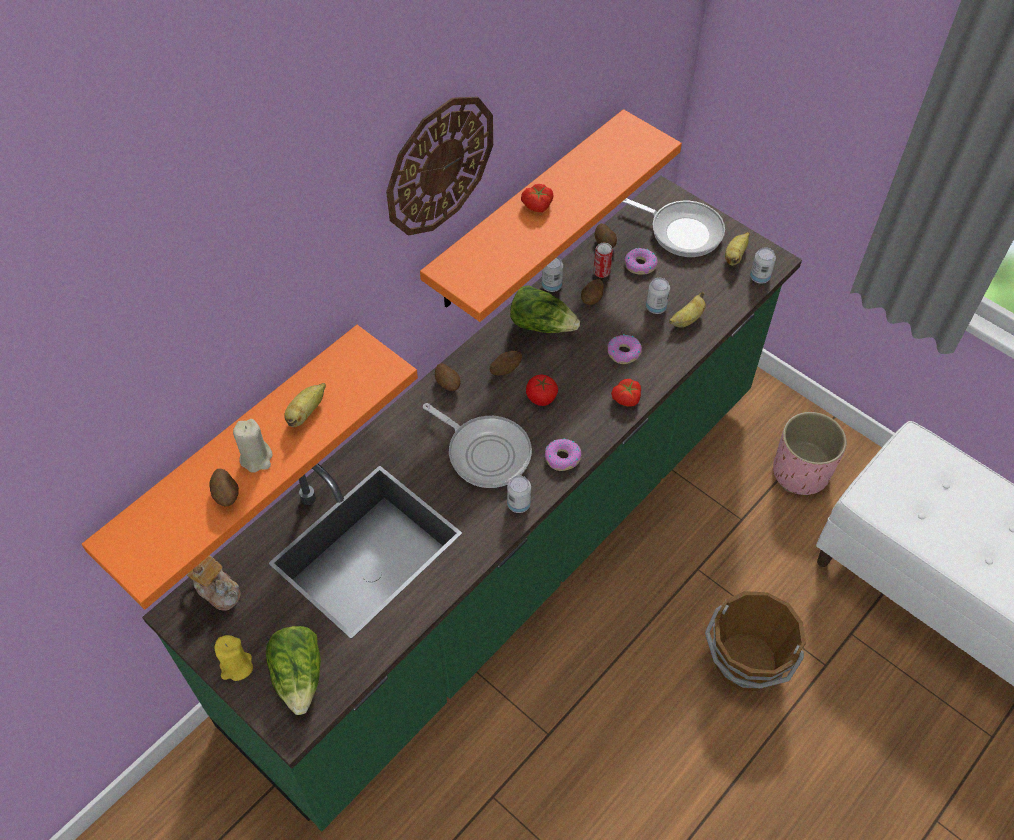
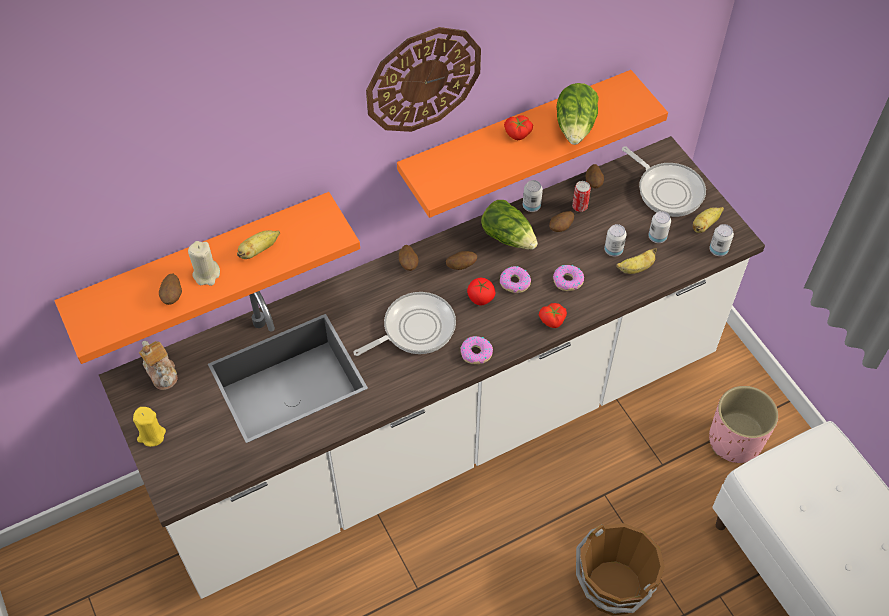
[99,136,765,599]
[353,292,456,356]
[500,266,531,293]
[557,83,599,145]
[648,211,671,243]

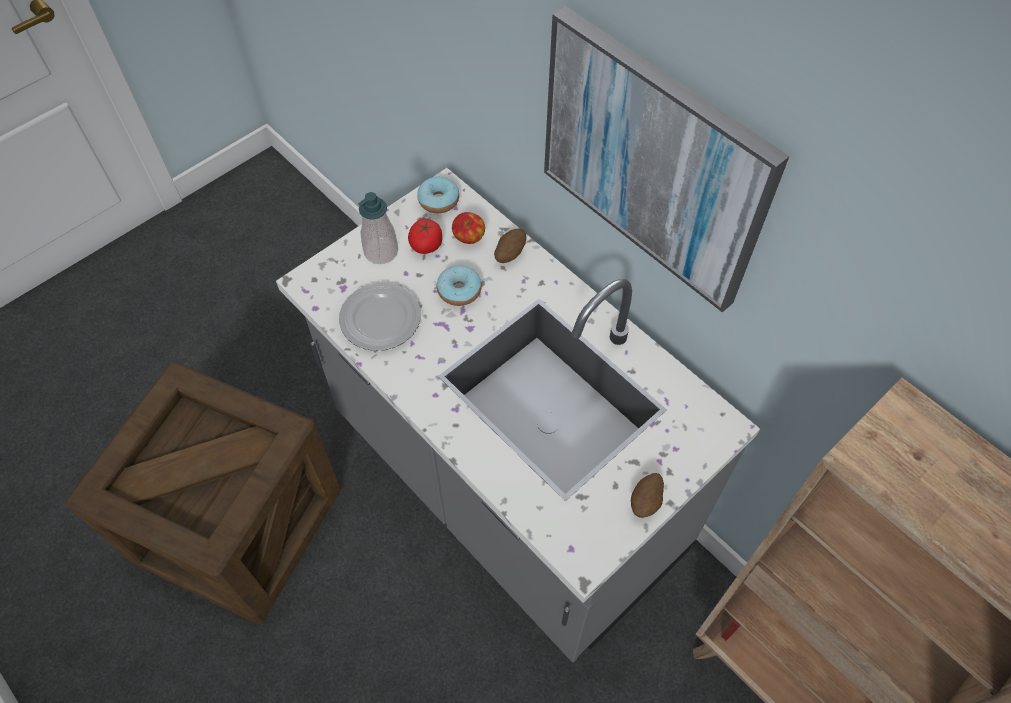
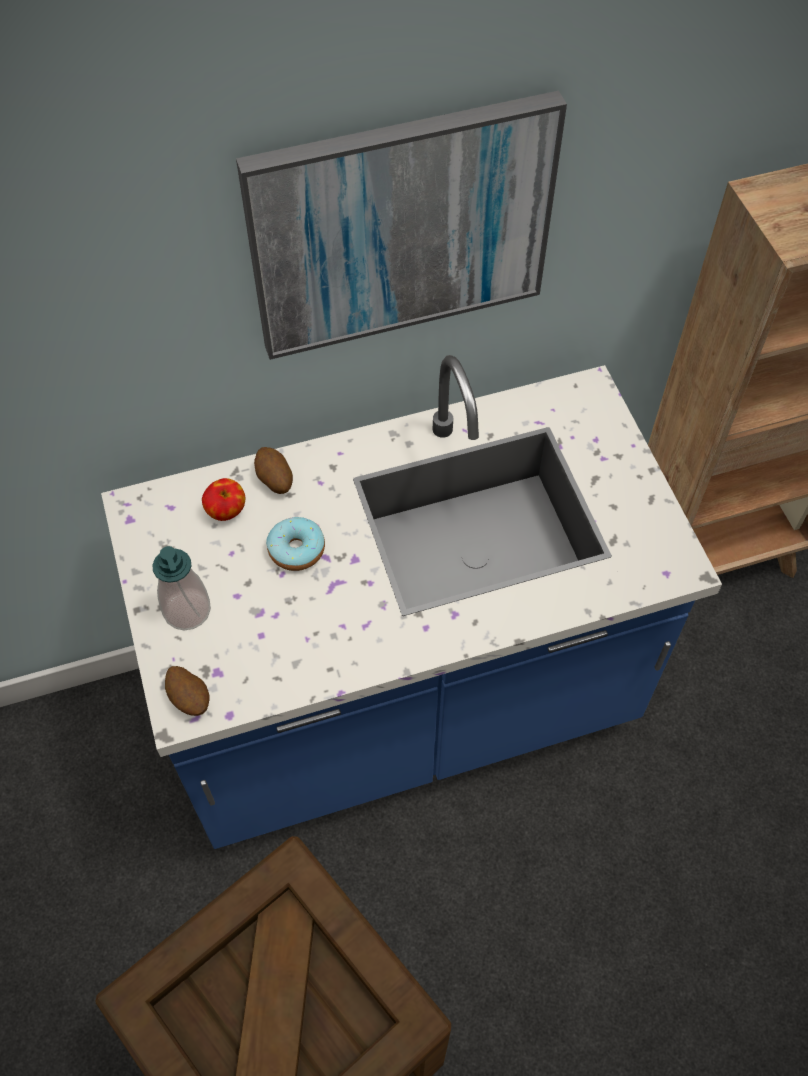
[101,355,722,849]
[165,666,210,716]
[339,283,421,351] (first image)
[408,219,442,254] (first image)
[417,176,459,213] (first image)

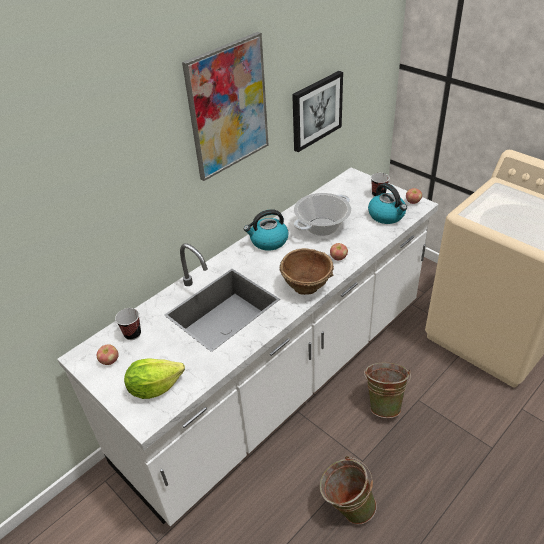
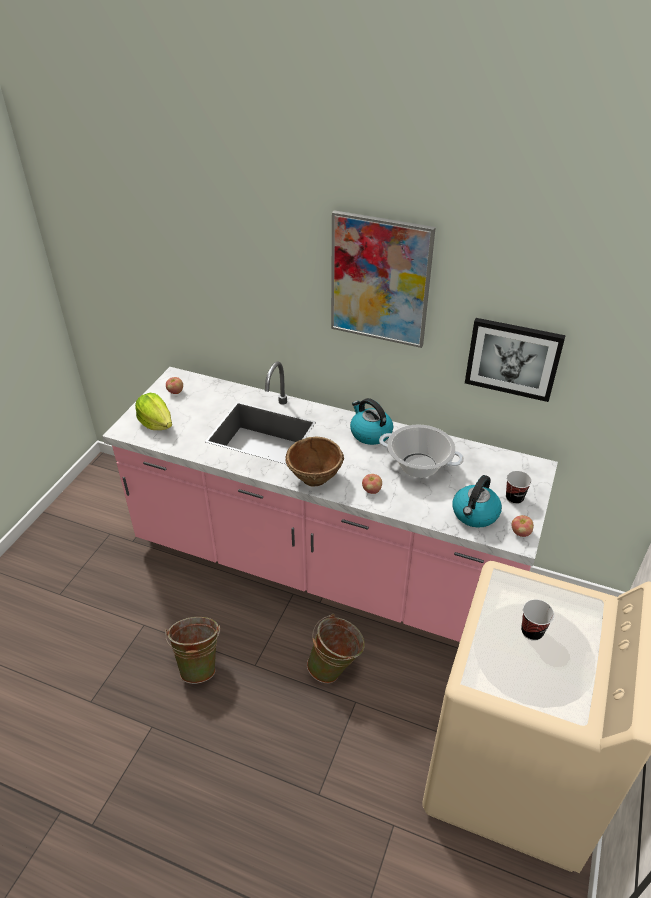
[102,362,558,642]
[521,599,554,641]

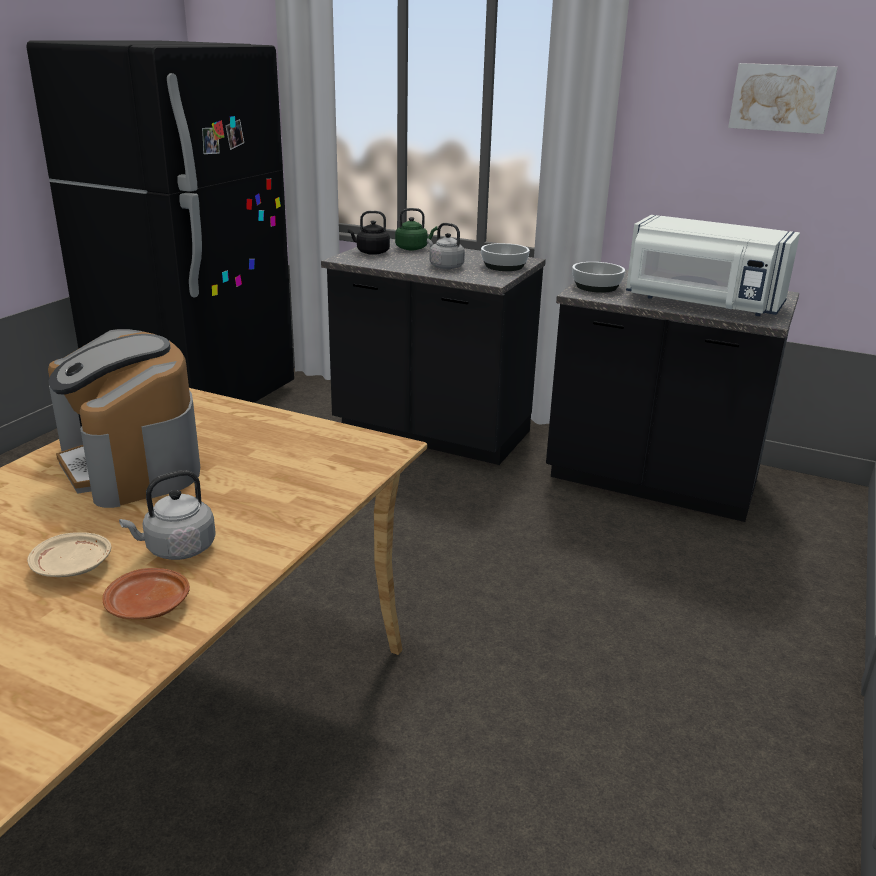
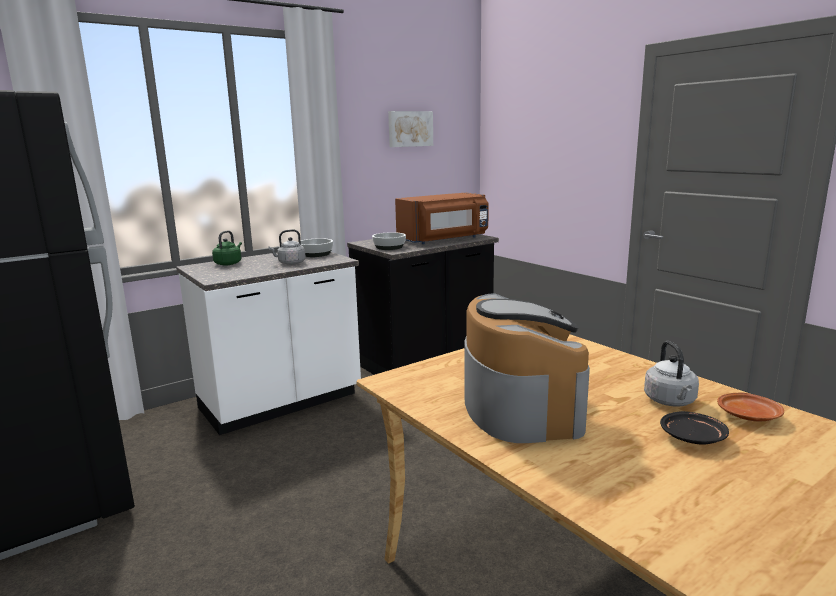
[176,252,361,435]
[395,192,489,244]
[464,293,590,443]
[660,411,729,445]
[348,211,390,255] (first image)

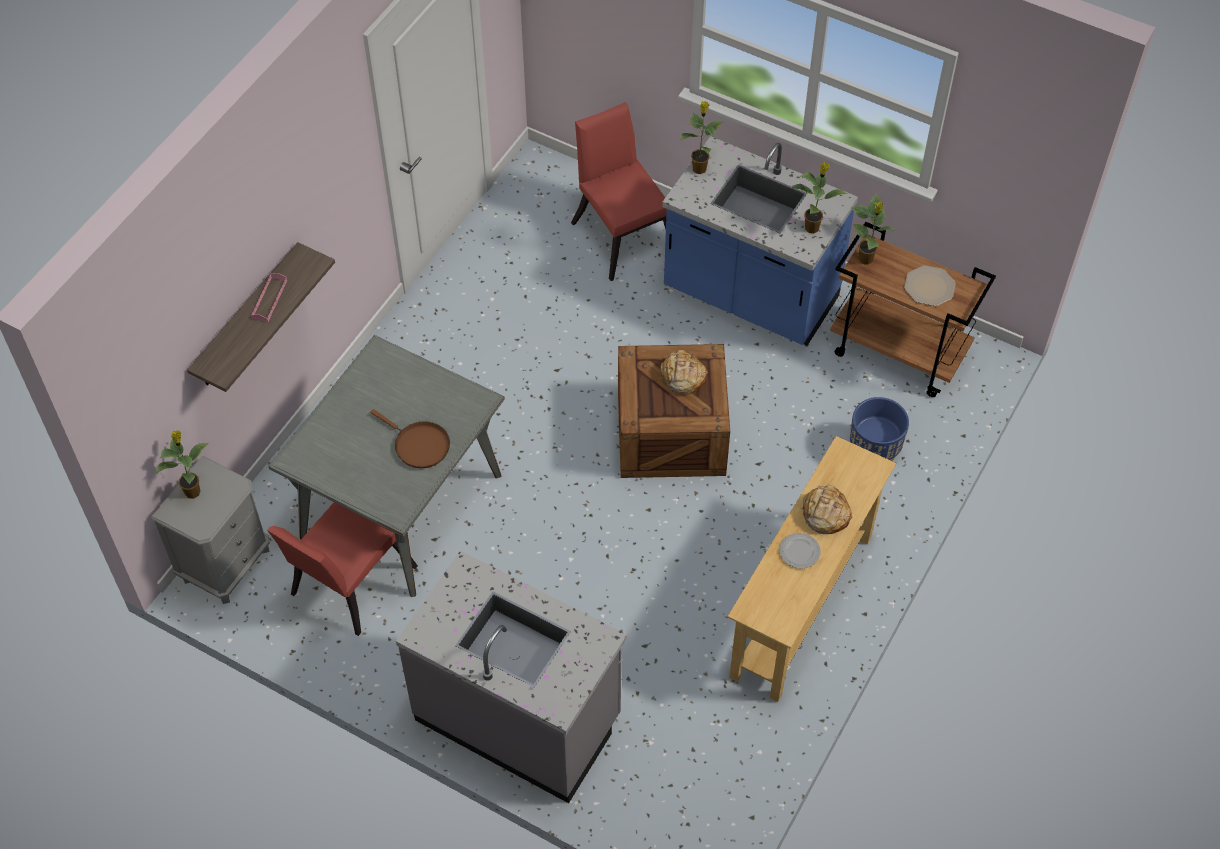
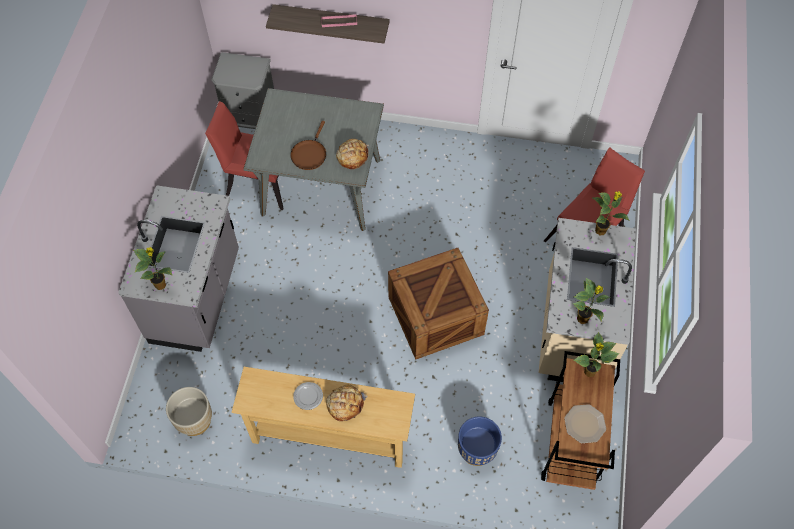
[133,247,172,290]
[166,387,212,436]
[336,139,369,169]
[539,218,636,382]

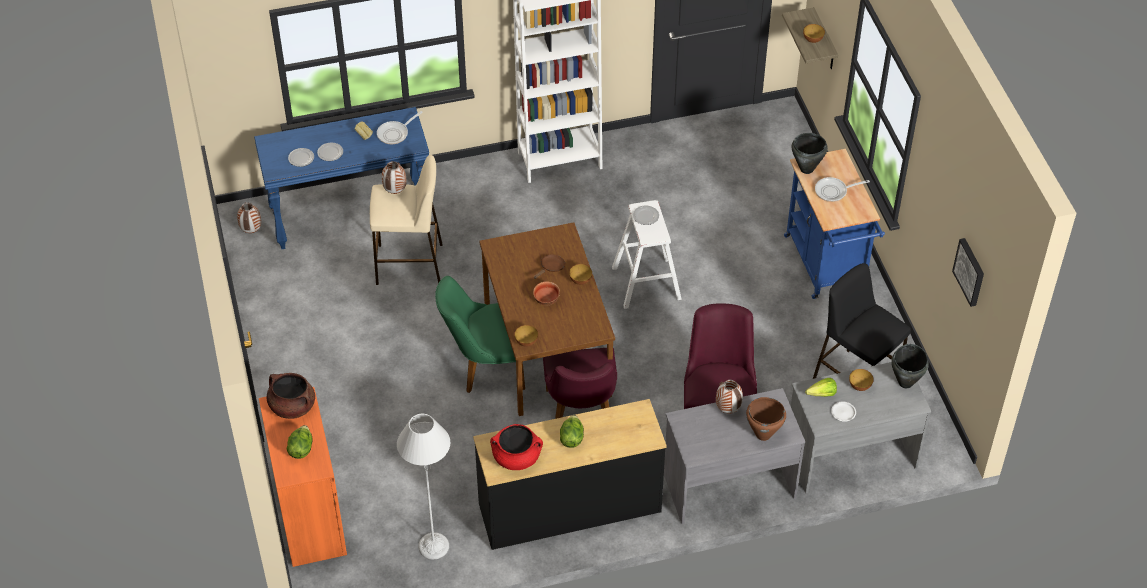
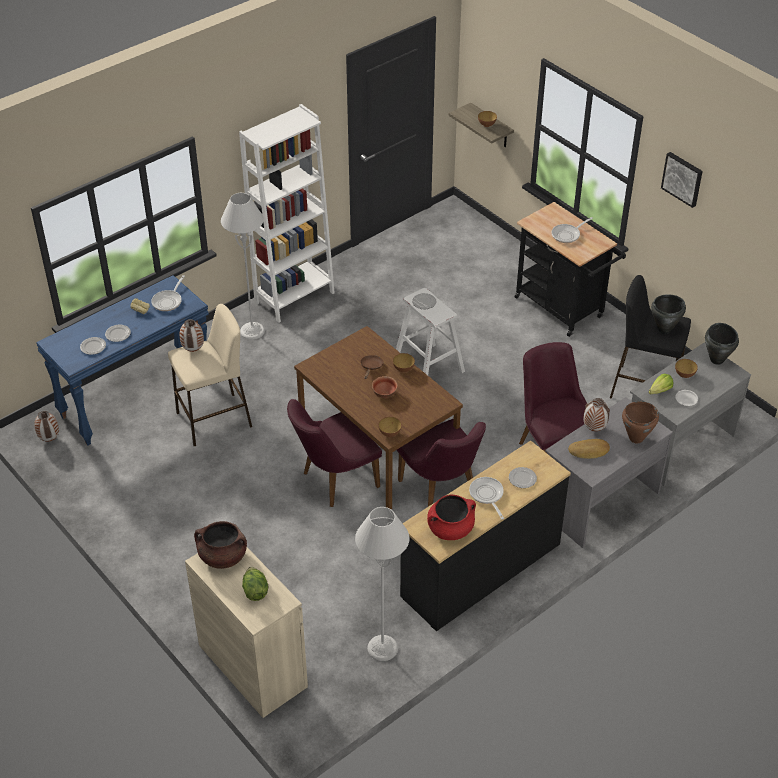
[185,547,308,718]
[221,193,265,340]
[287,399,382,507]
[469,477,504,520]
[509,467,537,488]
[515,202,626,337]
[568,439,610,459]
[651,294,686,334]
[661,152,703,208]

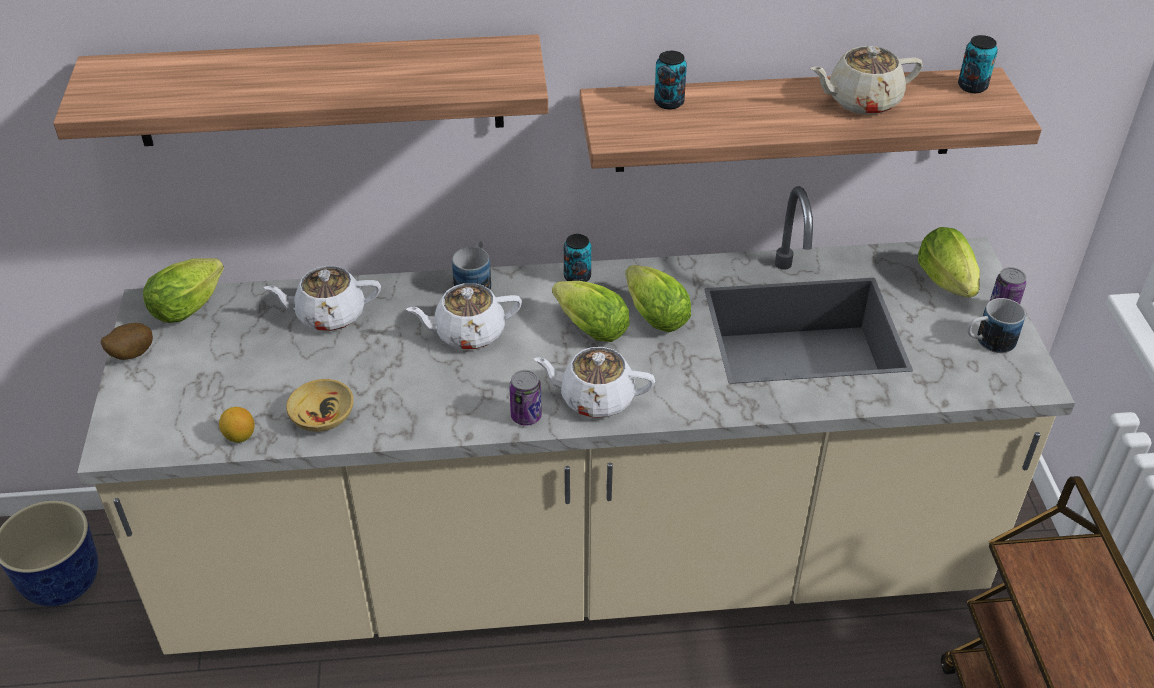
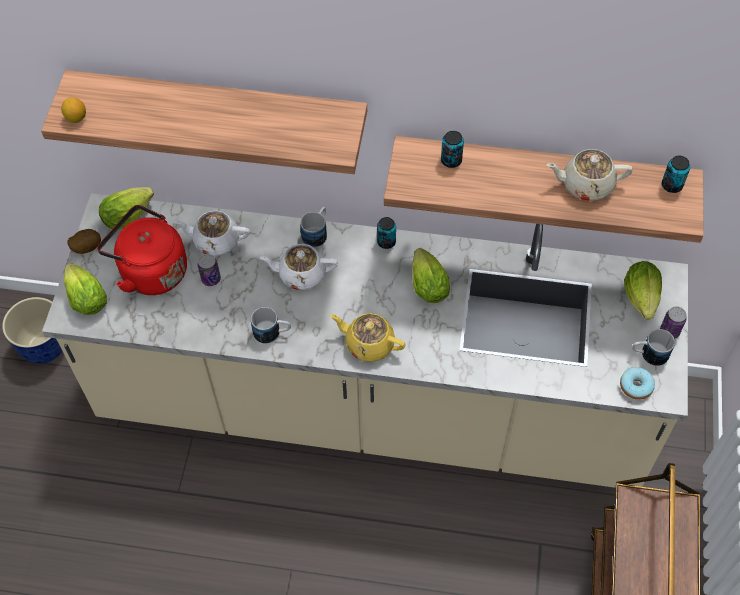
[61,98,86,123]
[64,263,107,315]
[97,205,187,295]
[198,254,221,286]
[251,307,291,344]
[330,313,405,362]
[620,367,655,400]
[286,379,354,432] (first image)

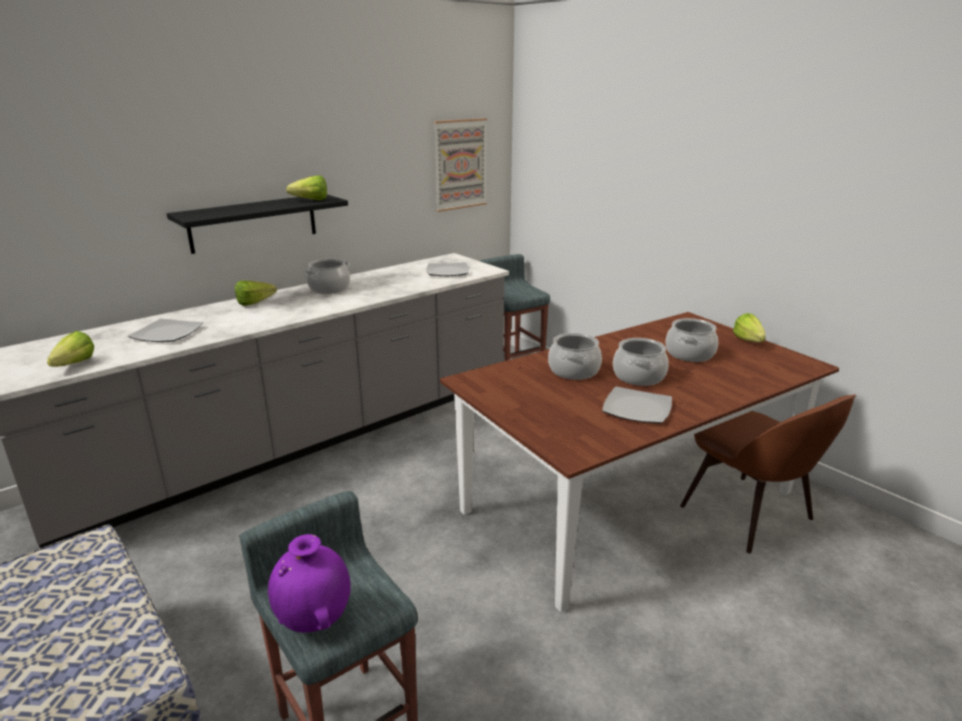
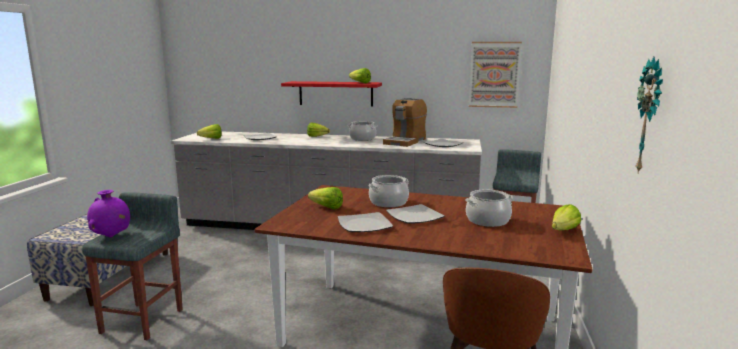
[281,81,382,106]
[308,187,343,210]
[383,98,427,147]
[386,204,445,224]
[635,57,663,172]

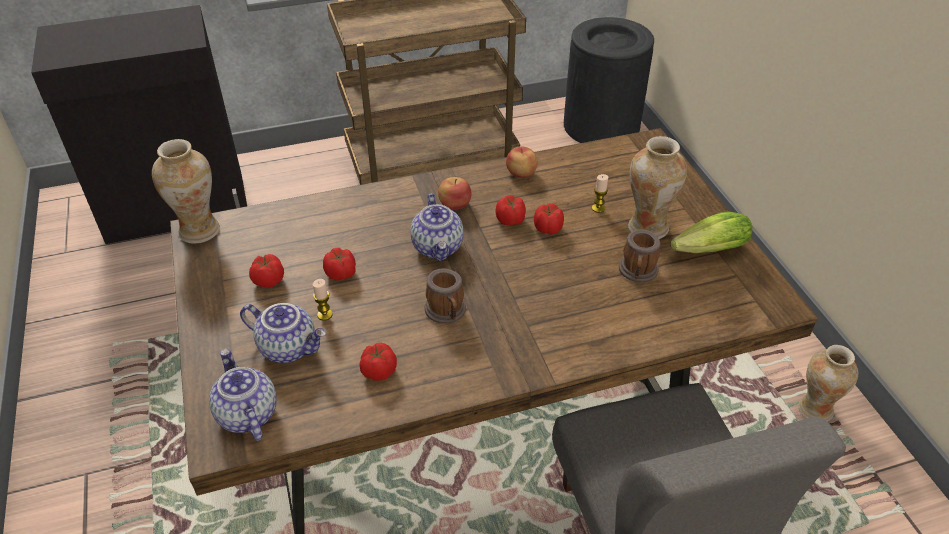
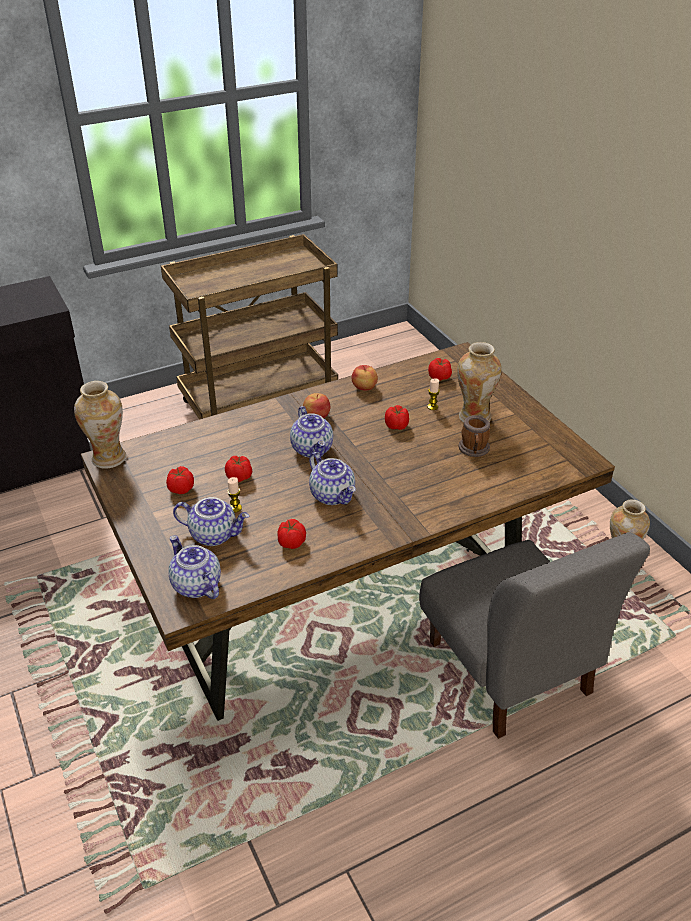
[309,452,356,505]
[428,358,452,381]
[564,17,654,143] (first image)
[671,212,753,253] (first image)

